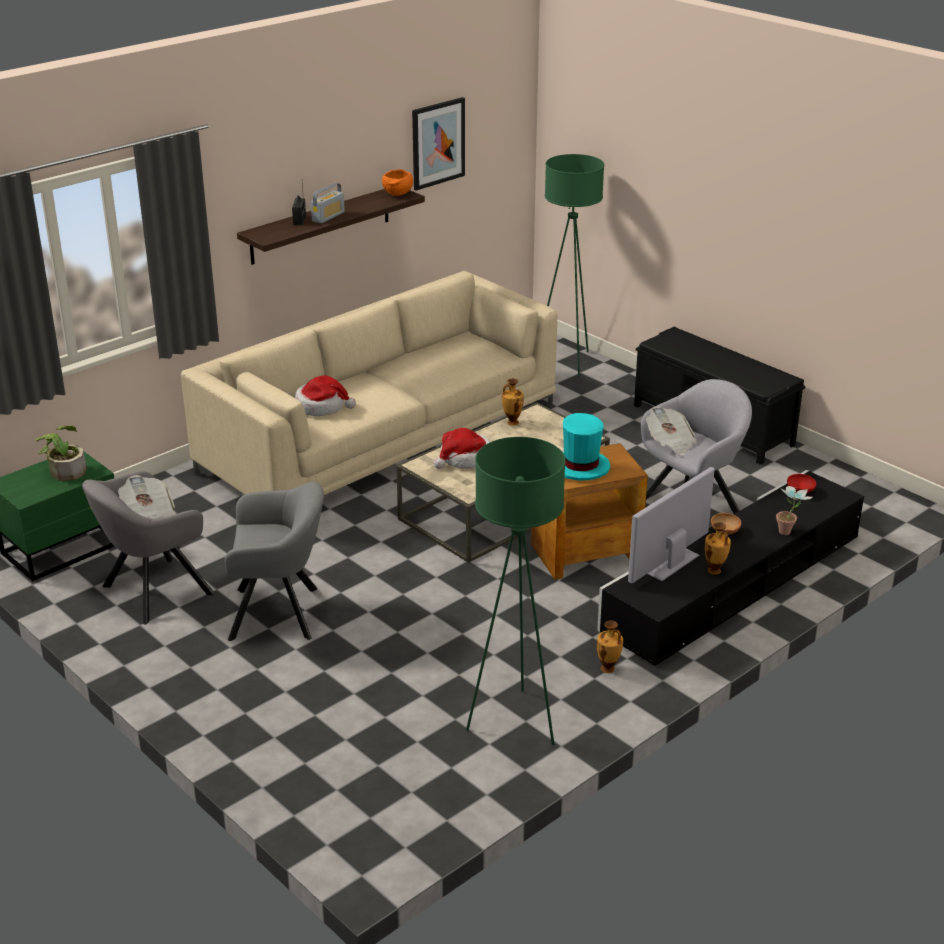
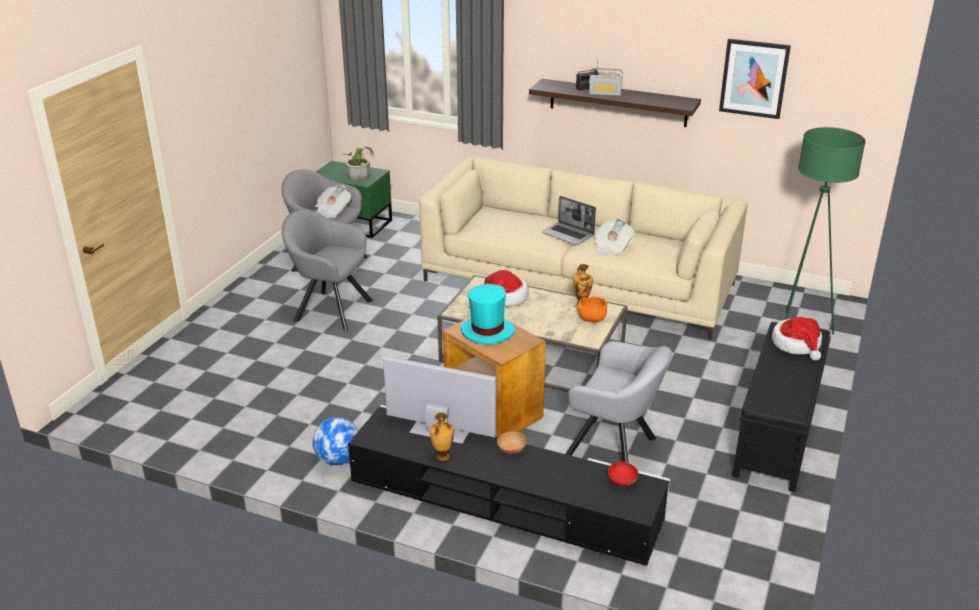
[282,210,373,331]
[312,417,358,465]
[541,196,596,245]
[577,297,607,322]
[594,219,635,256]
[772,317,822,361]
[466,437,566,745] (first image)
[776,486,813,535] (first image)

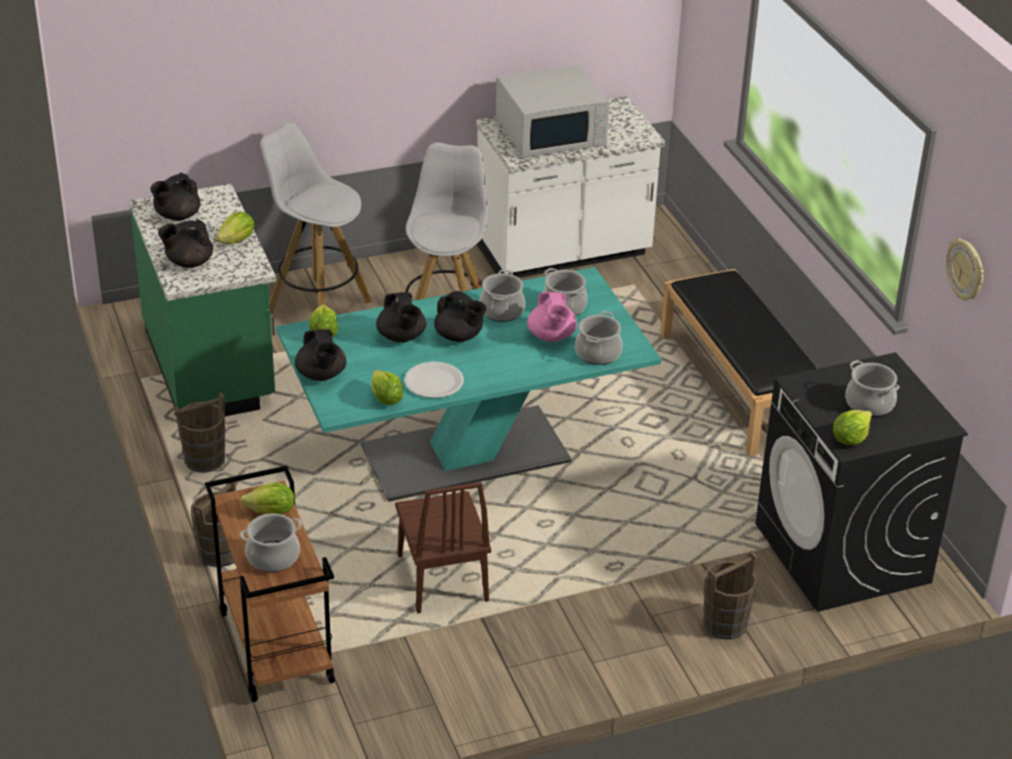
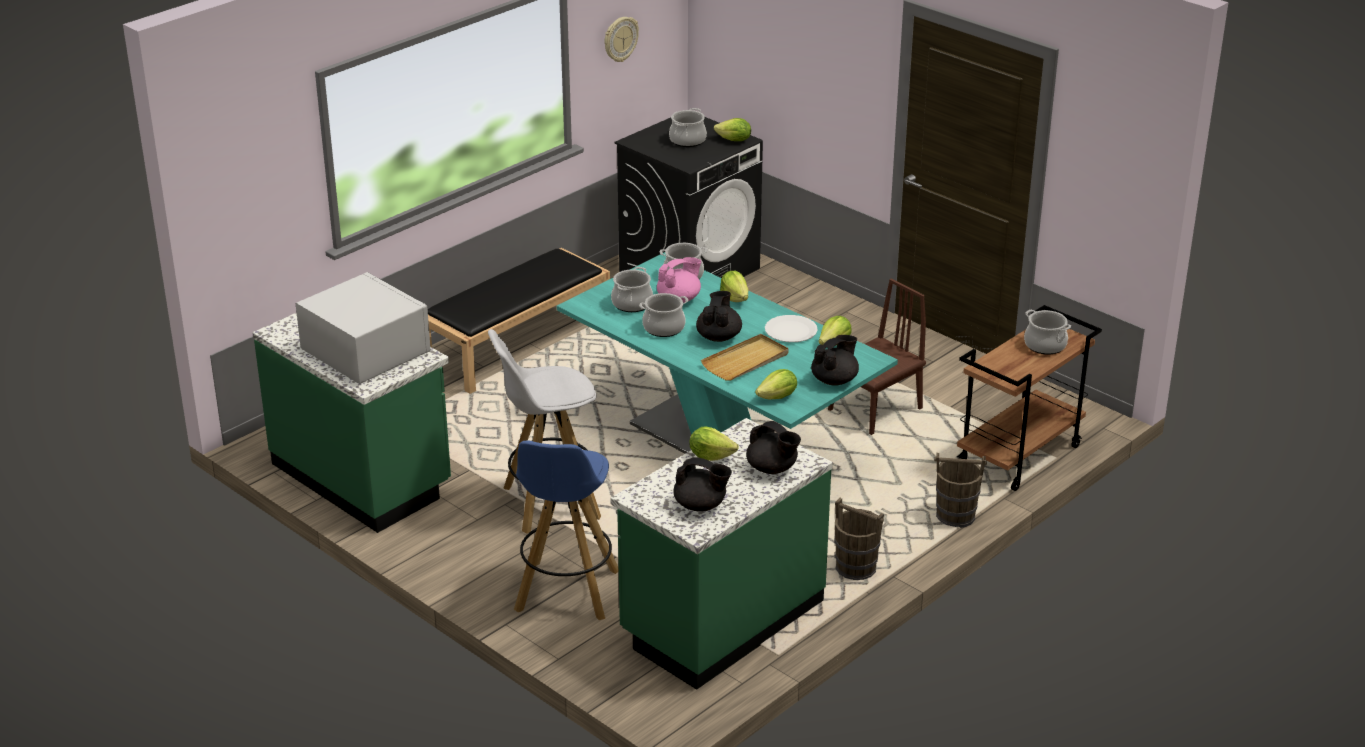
[252,313,451,533]
[514,441,619,620]
[701,334,789,381]
[720,271,748,302]
[703,551,758,640] (first image)

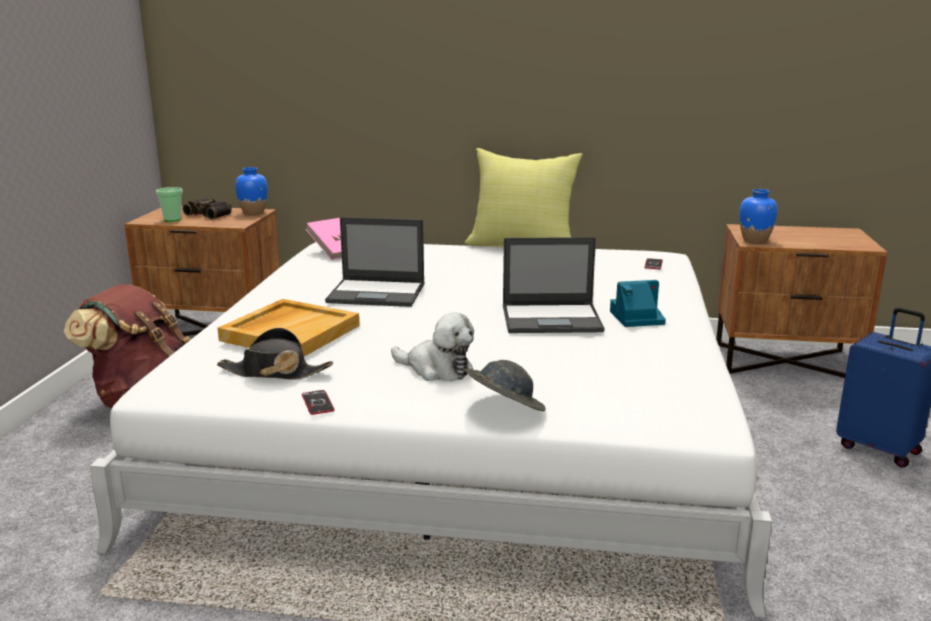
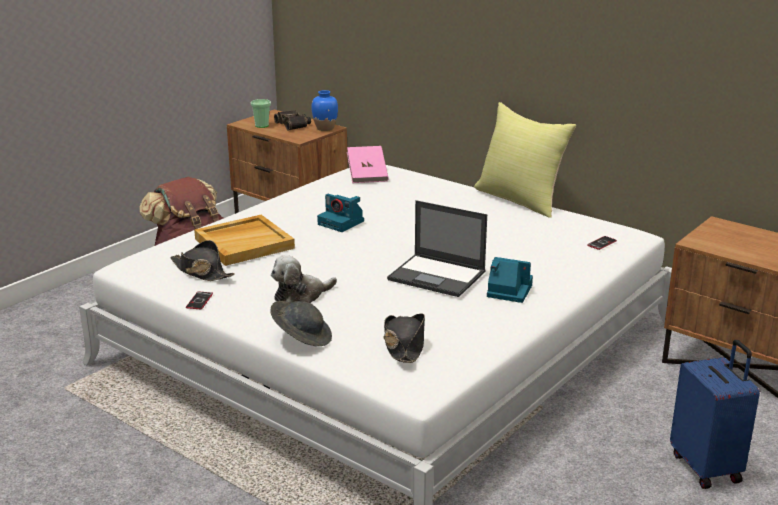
[271,255,337,303]
[317,194,364,232]
[384,314,425,363]
[739,189,778,244] (first image)

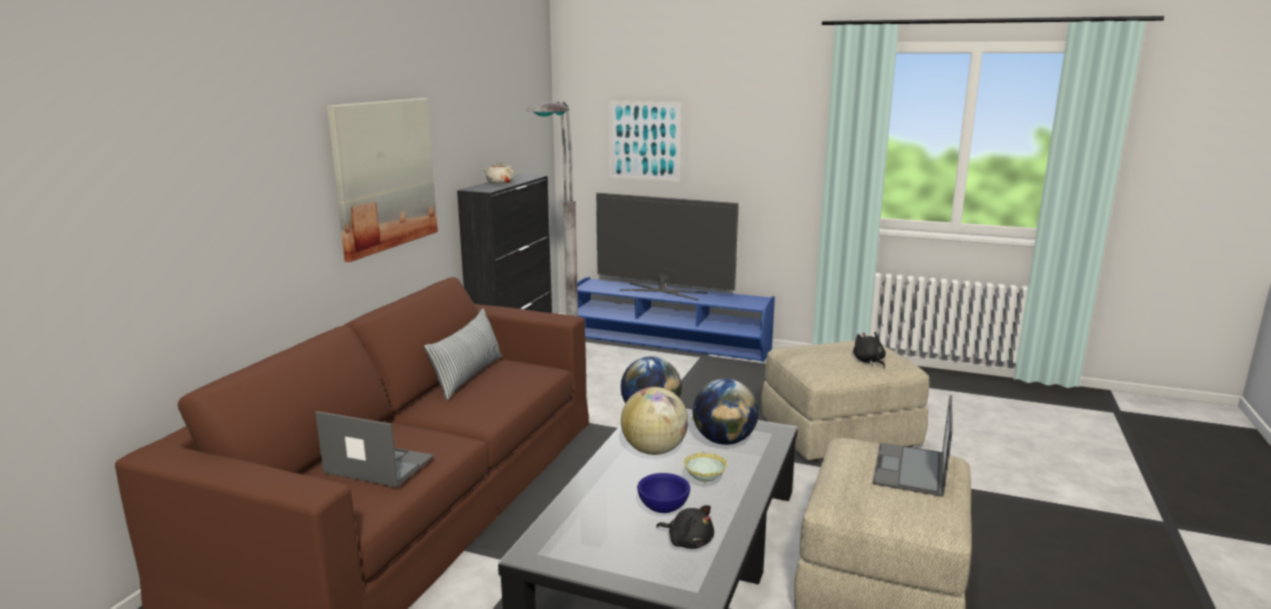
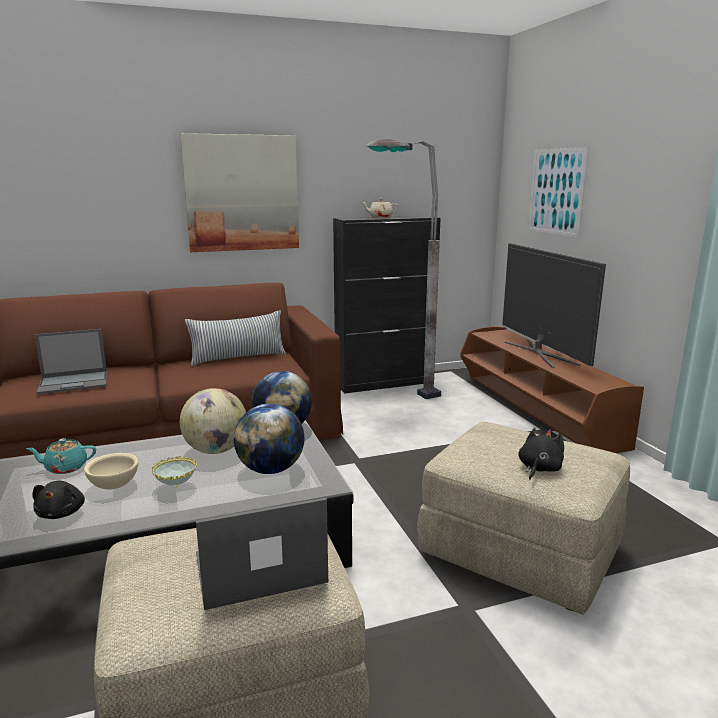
[26,438,96,474]
[35,329,107,394]
[84,453,138,490]
[460,327,644,453]

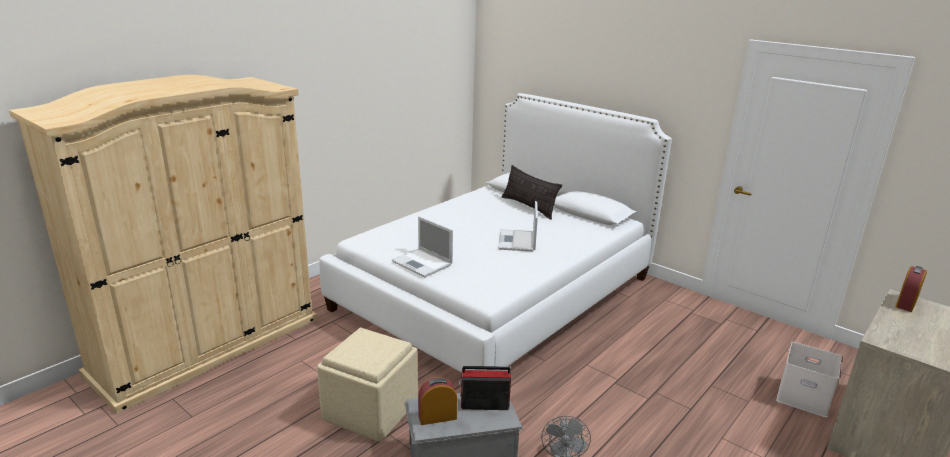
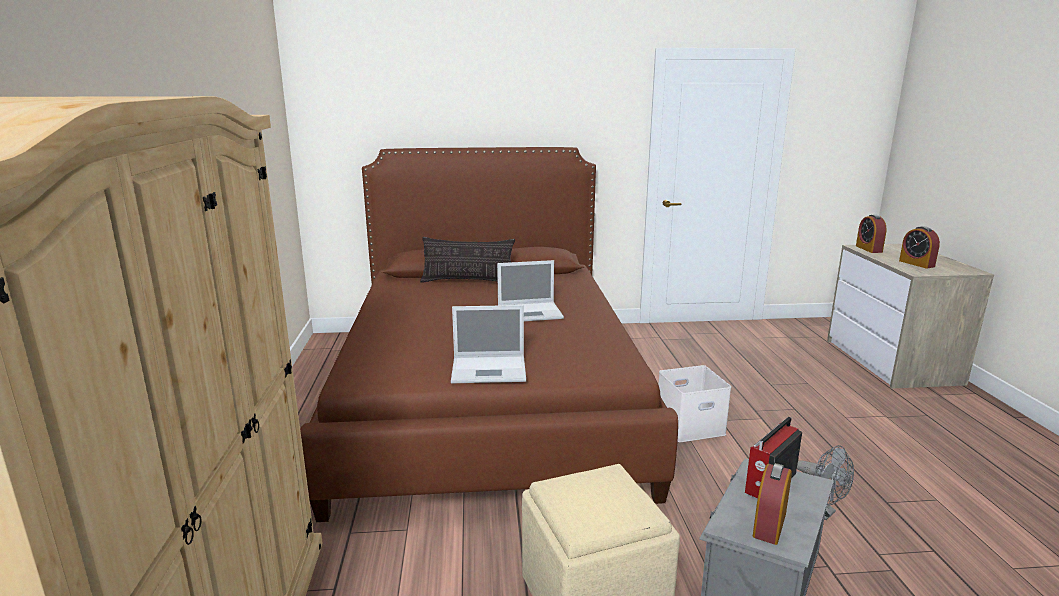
[300,147,678,522]
[497,260,564,321]
[659,365,731,442]
[899,226,940,269]

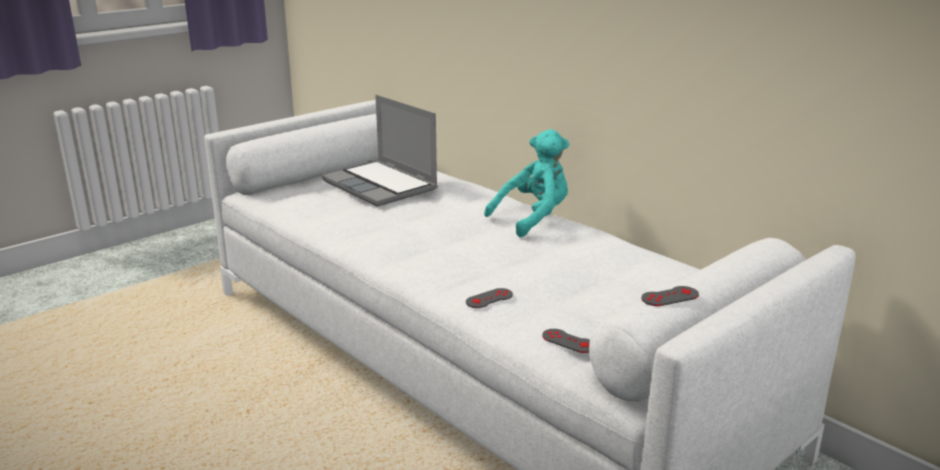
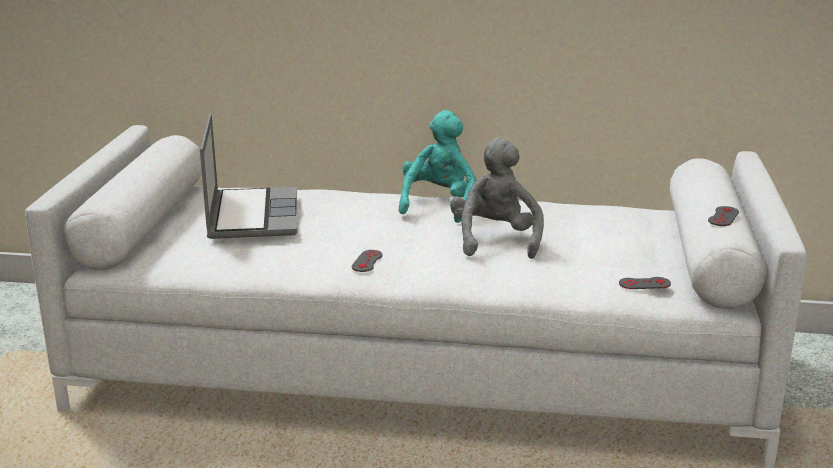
[200,113,297,239]
[352,250,382,272]
[450,138,544,259]

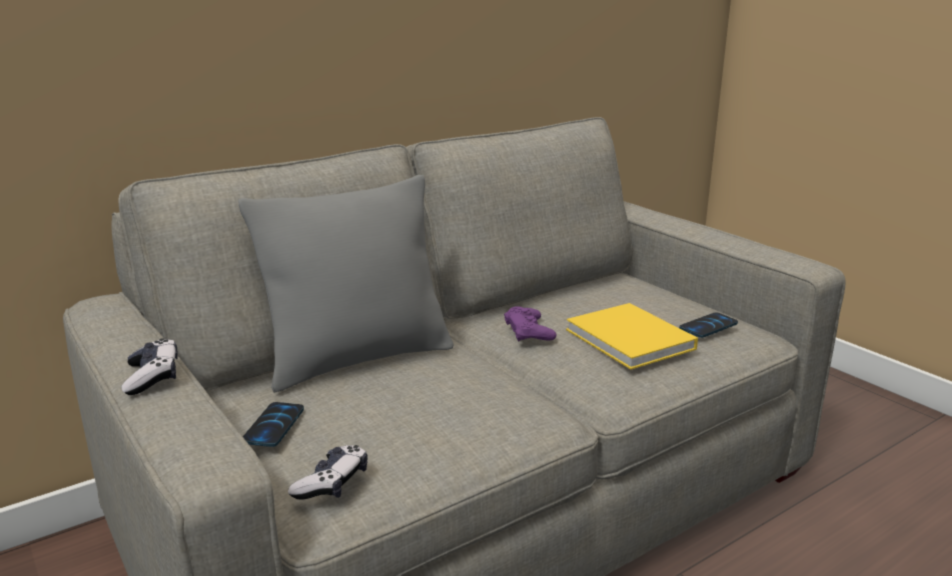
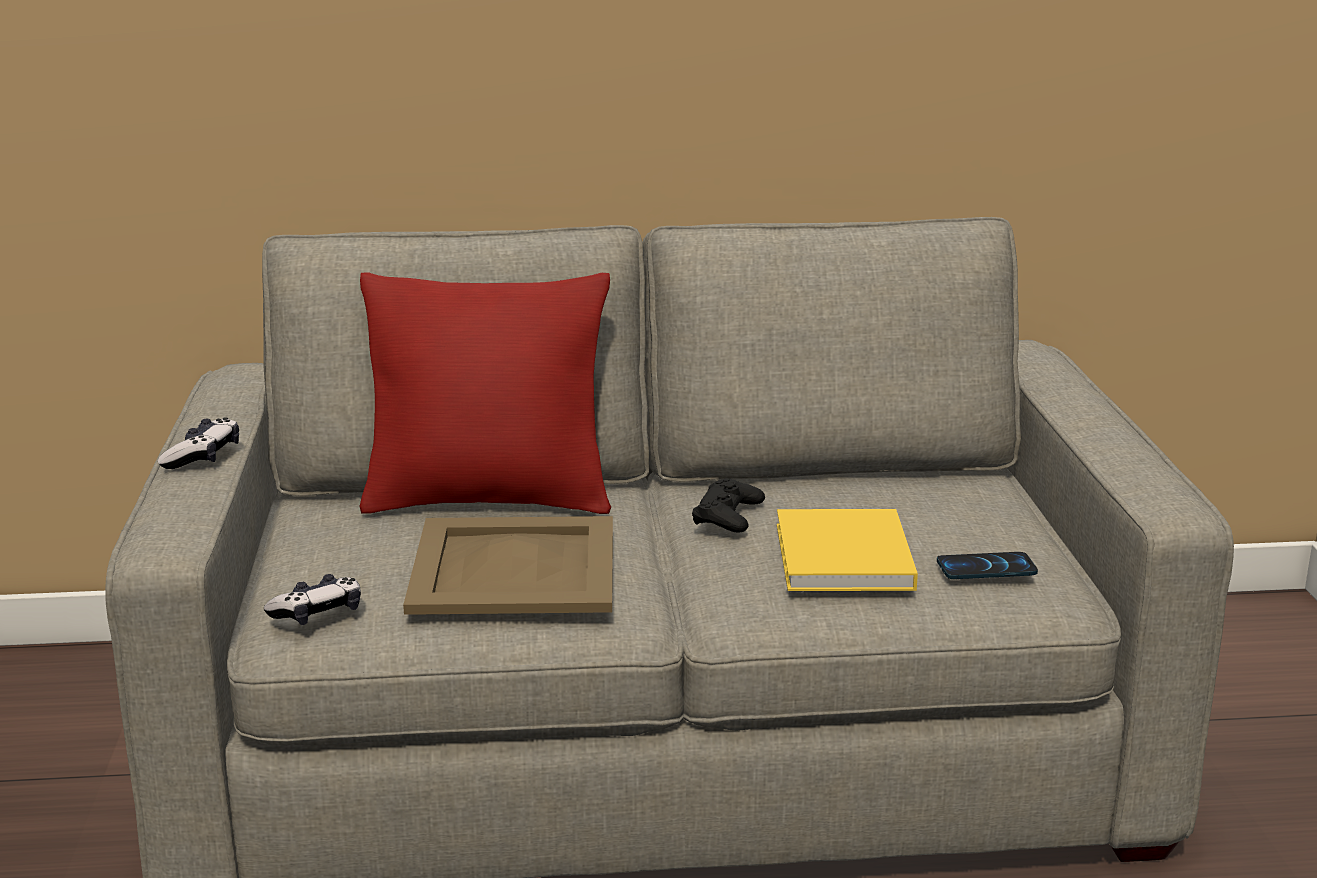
[360,272,611,514]
[403,516,613,615]
[692,478,765,533]
[243,402,304,447] (first image)

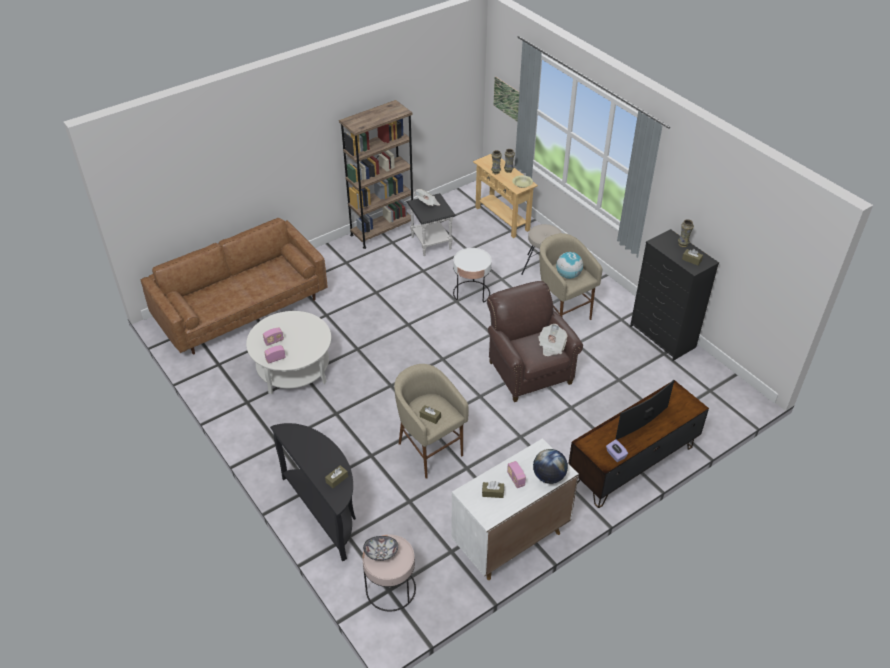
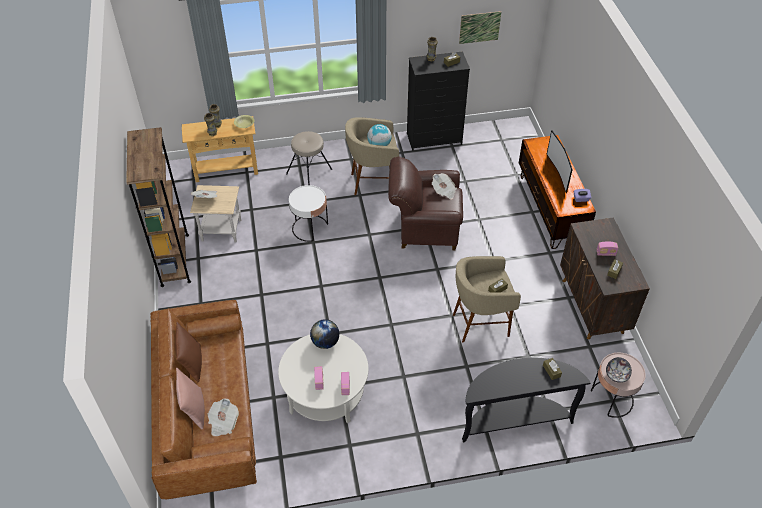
[175,322,202,383]
[176,368,205,430]
[190,185,241,243]
[207,398,239,436]
[310,319,339,349]
[459,11,501,44]
[560,218,650,340]

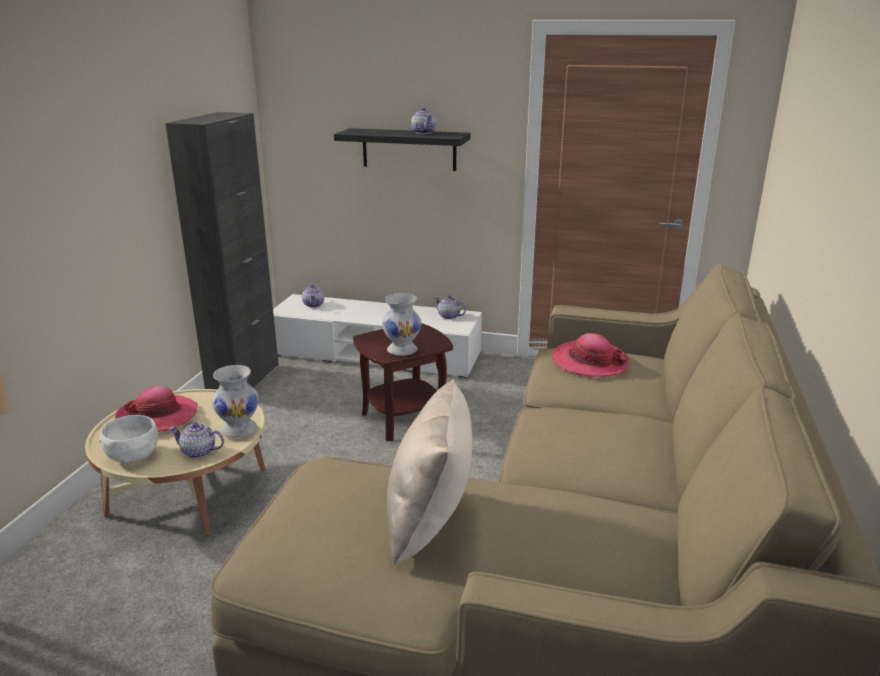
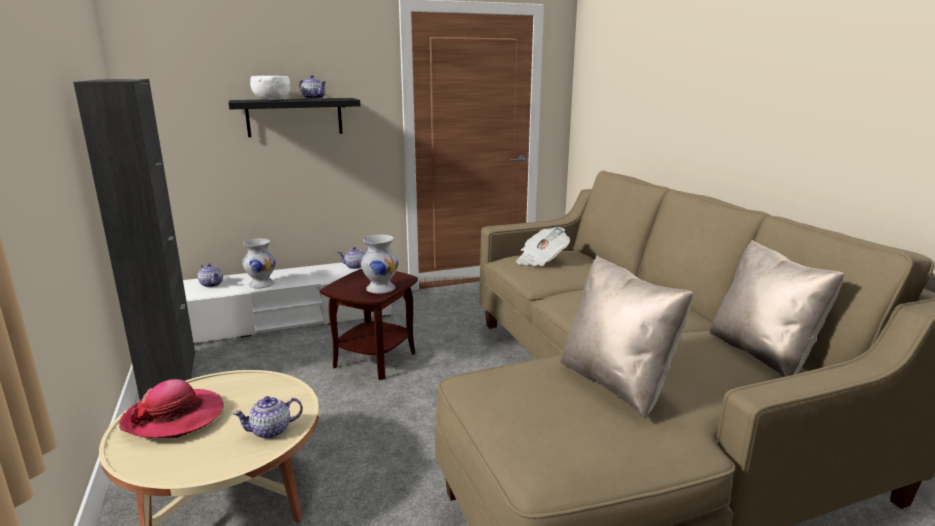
[242,238,276,289]
[250,75,290,100]
[516,227,570,266]
[710,240,844,377]

